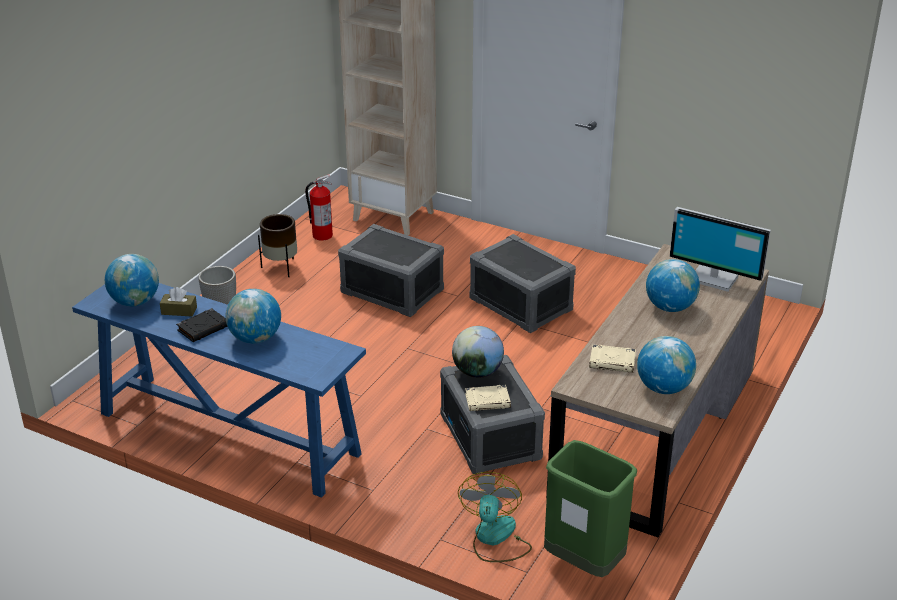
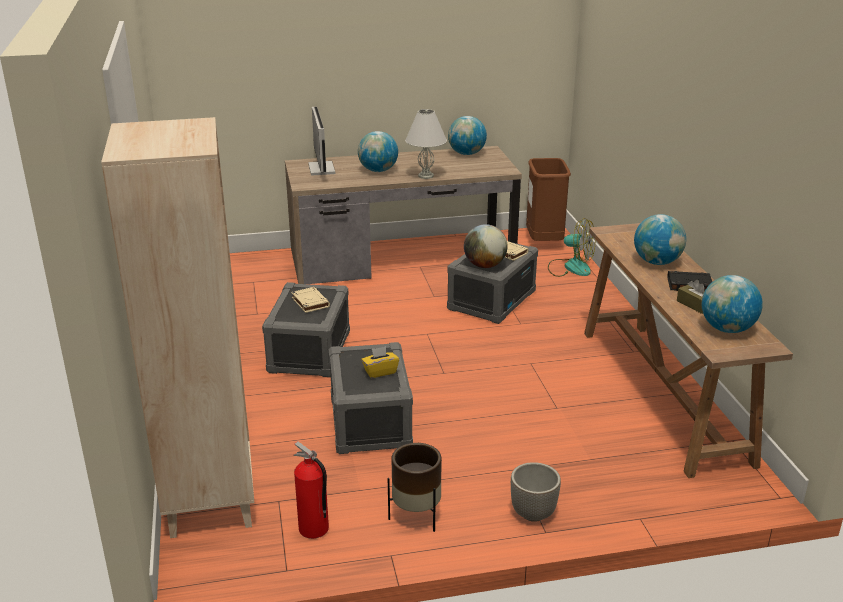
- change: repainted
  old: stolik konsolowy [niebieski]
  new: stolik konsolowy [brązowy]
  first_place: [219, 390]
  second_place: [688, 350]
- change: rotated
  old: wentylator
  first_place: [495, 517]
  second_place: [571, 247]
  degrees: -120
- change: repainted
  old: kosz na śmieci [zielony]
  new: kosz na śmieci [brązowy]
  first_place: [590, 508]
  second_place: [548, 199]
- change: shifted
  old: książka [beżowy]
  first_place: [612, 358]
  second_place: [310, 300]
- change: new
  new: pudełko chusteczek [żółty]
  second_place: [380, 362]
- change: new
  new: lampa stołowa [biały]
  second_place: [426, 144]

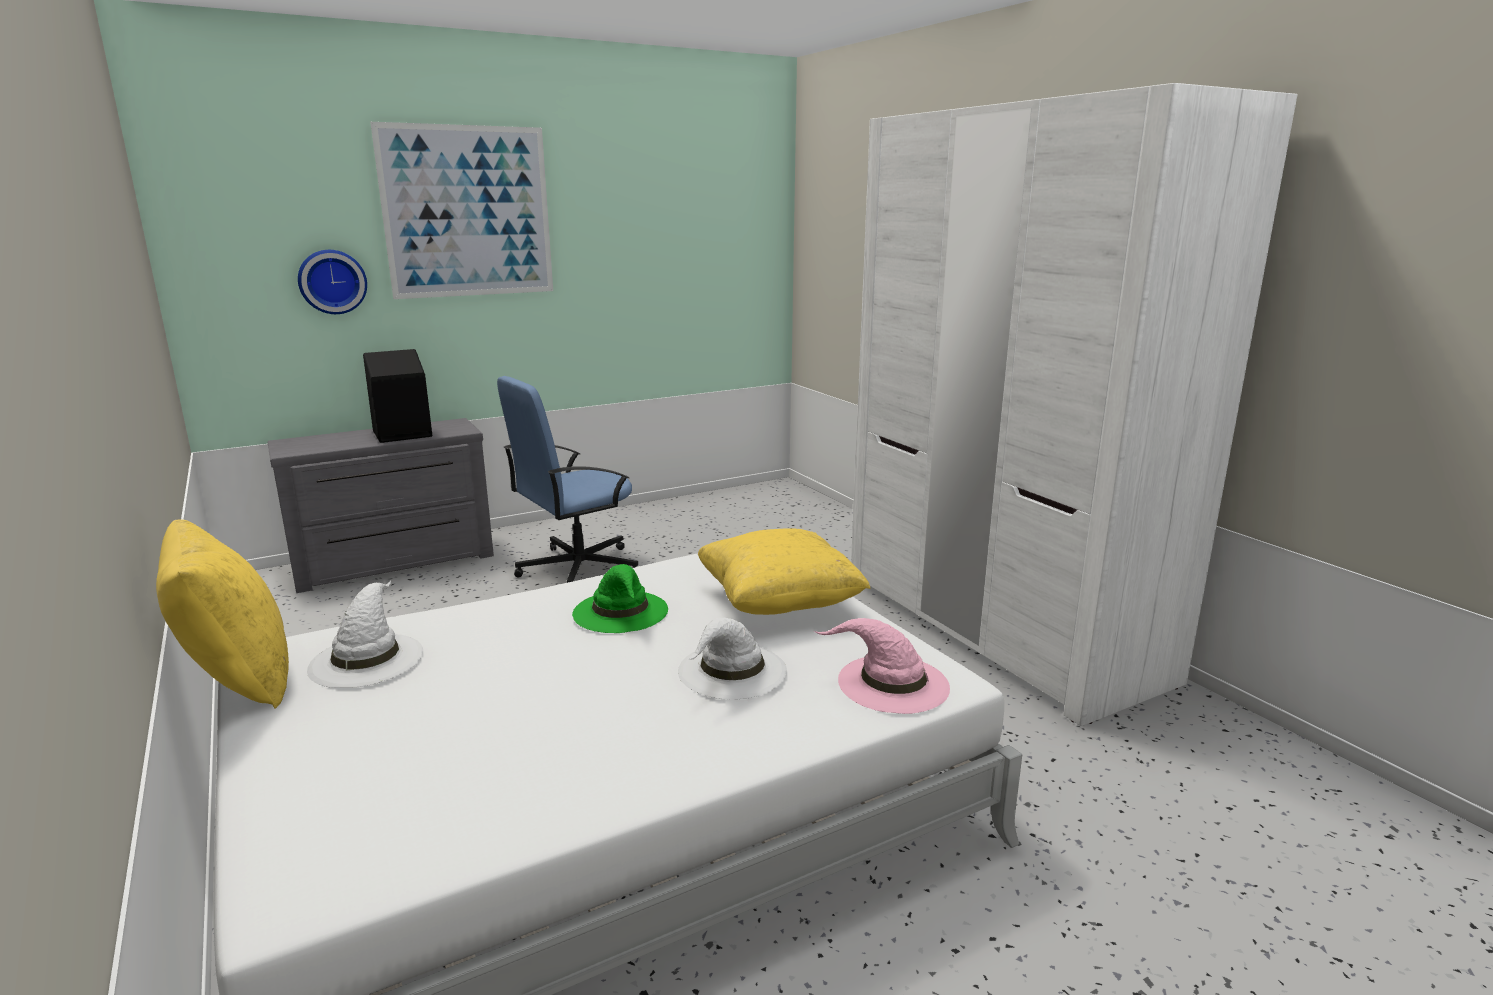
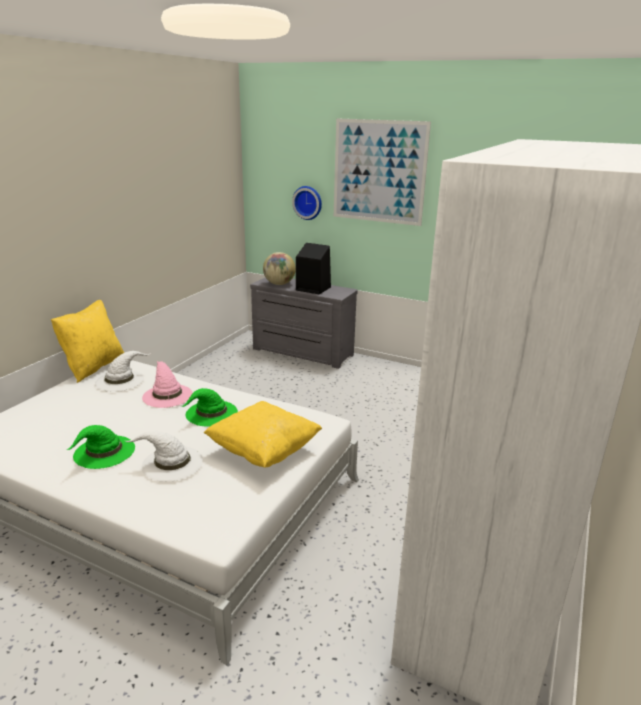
- change: gone
  old: krzesło biurowe [niebieski]
  first_place: [567, 479]
- change: shifted
  old: kapelusz [różowy]
  first_place: [882, 666]
  second_place: [167, 384]
- change: new
  new: kapelusz [zielony]
  second_place: [101, 447]
- change: new
  new: globus
  second_place: [279, 268]

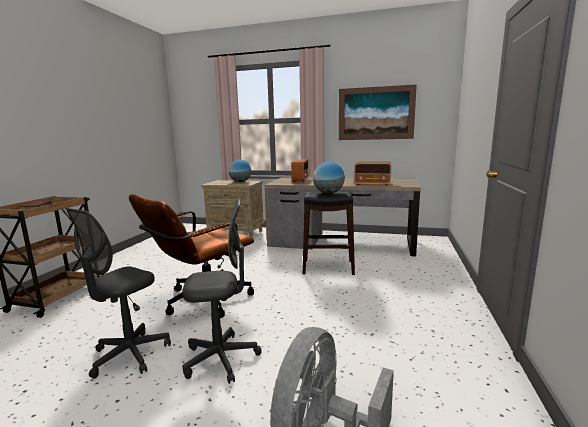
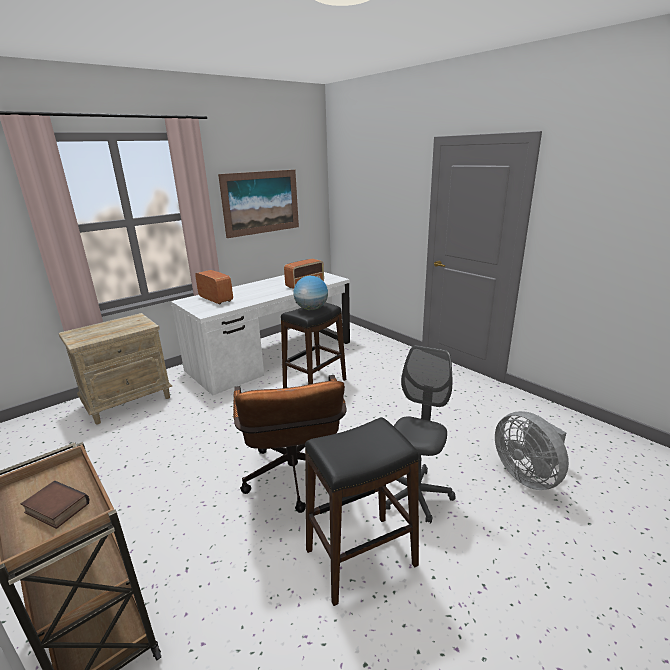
- change: swapped
  old: krzesło biurowe [szary]
  new: stołek [czarny]
  first_place: [118, 293]
  second_place: [362, 512]
- change: gone
  old: globus
  first_place: [239, 170]
- change: repainted
  old: biurko [brązowy]
  new: biurko [biały]
  first_place: [342, 217]
  second_place: [260, 333]

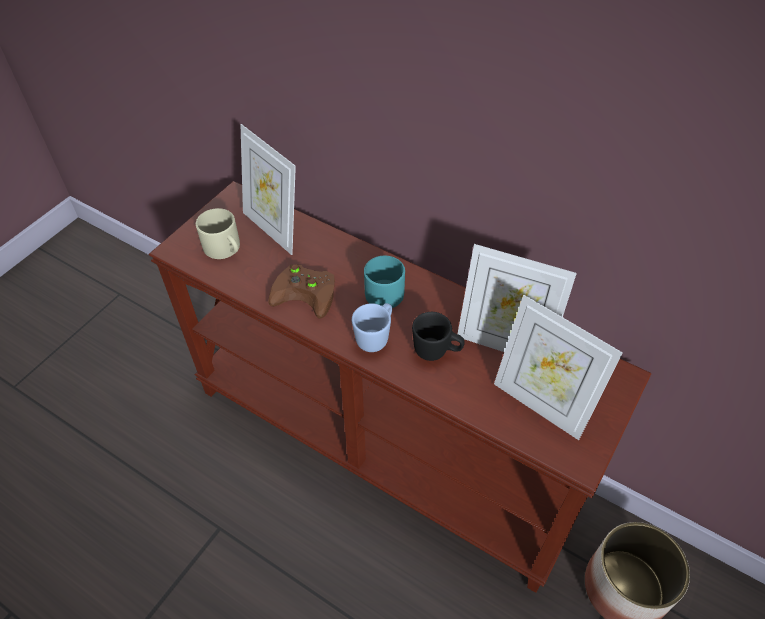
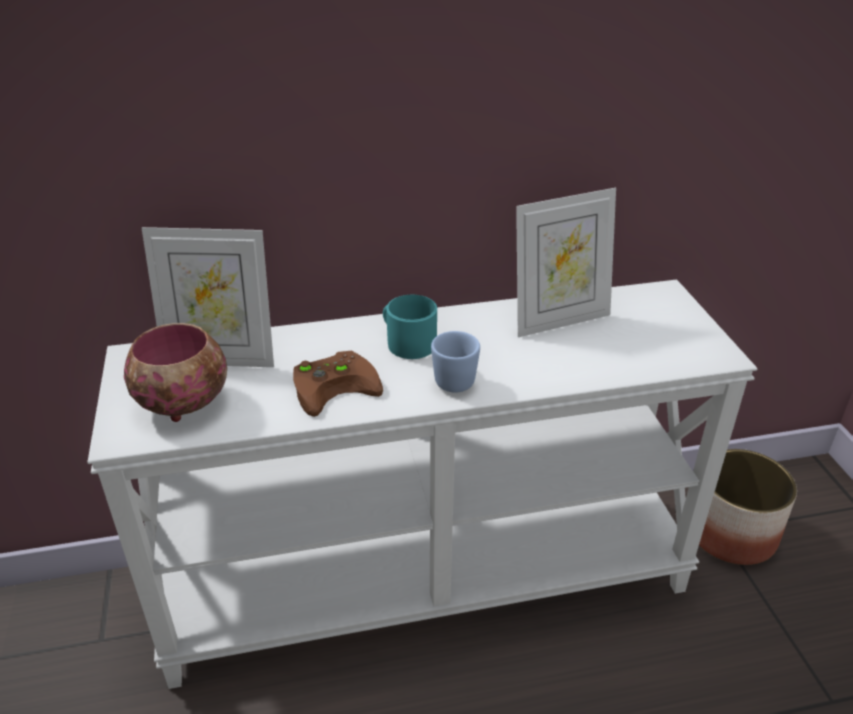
- change: repainted
  old: stolik konsolowy [brązowy]
  new: stolik konsolowy [biały]
  first_place: [400, 387]
  second_place: [422, 484]
- change: swapped
  old: kubek [beżowy]
  new: miska
  first_place: [218, 233]
  second_place: [175, 372]
- change: gone
  old: kubek [czarny]
  first_place: [438, 336]
- change: gone
  old: ramka na zdjęcie
  first_place: [558, 367]

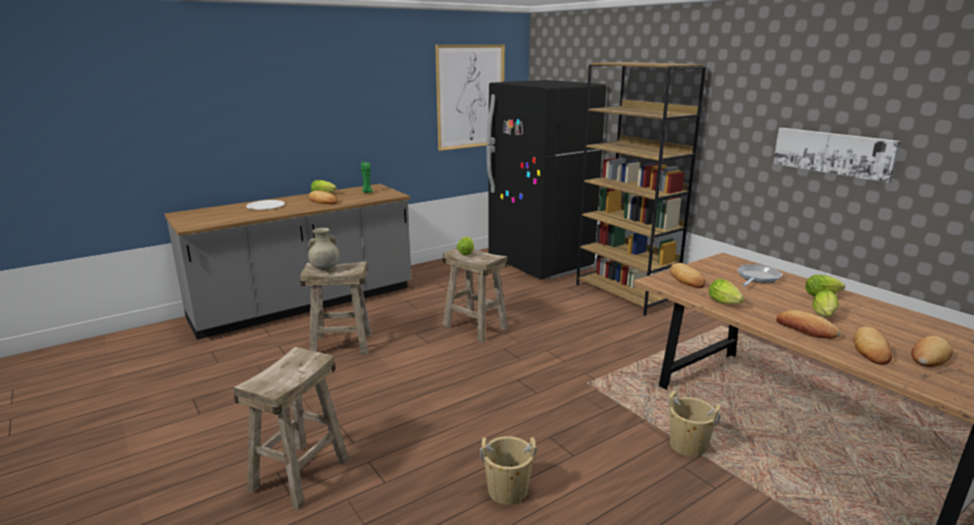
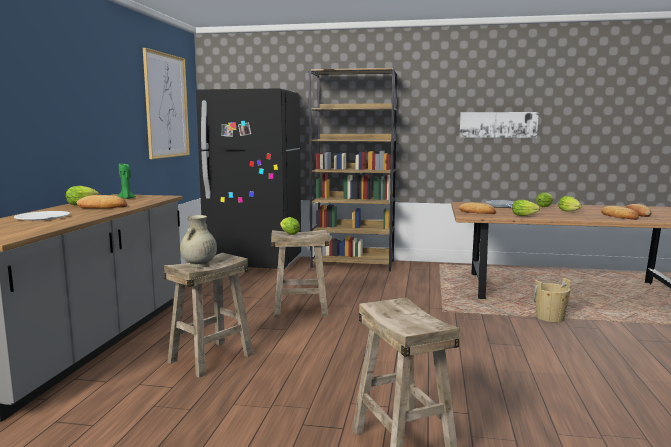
- change: gone
  old: wiadro [beżowy]
  first_place: [508, 470]
- change: gone
  old: chleb
  first_place: [808, 324]

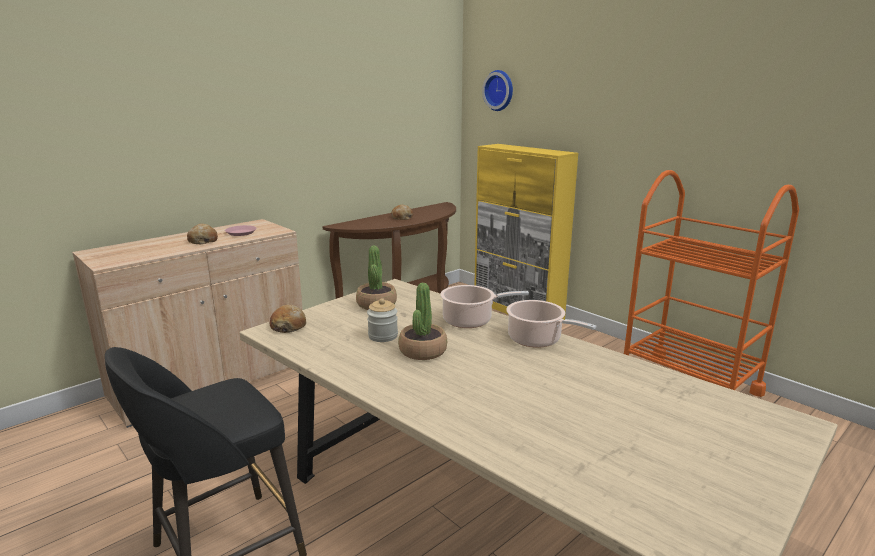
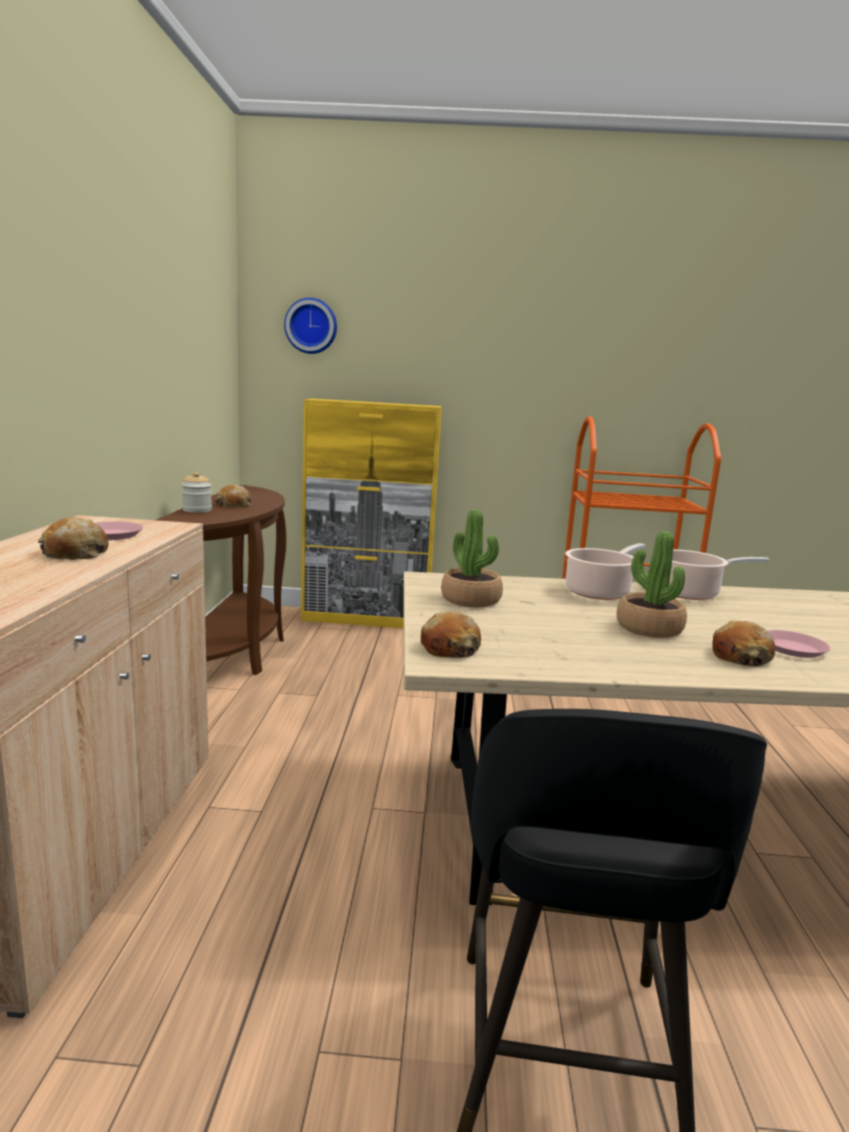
- change: shifted
  old: słoik
  first_place: [382, 320]
  second_place: [197, 492]
- change: new
  new: chleb
  second_place: [743, 644]
- change: new
  new: talerz [różowy]
  second_place: [799, 644]

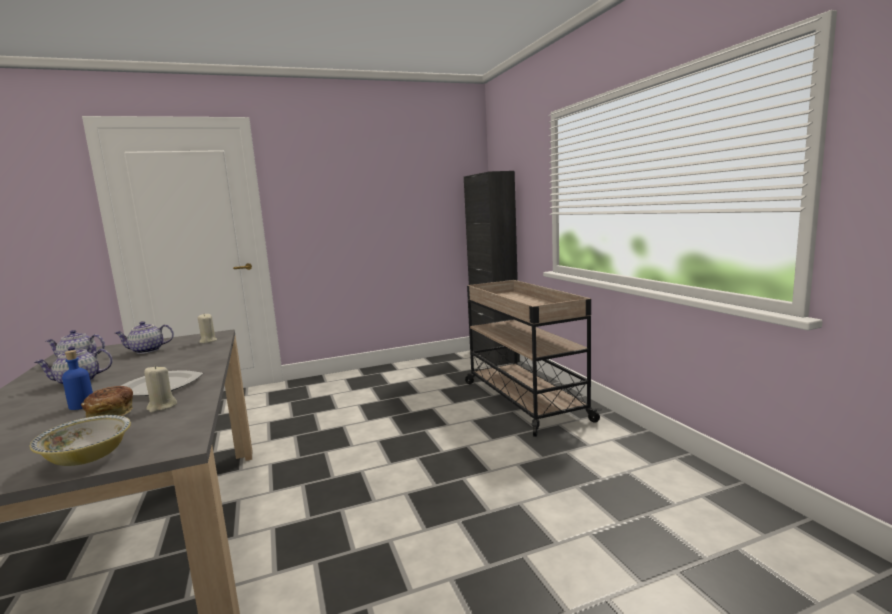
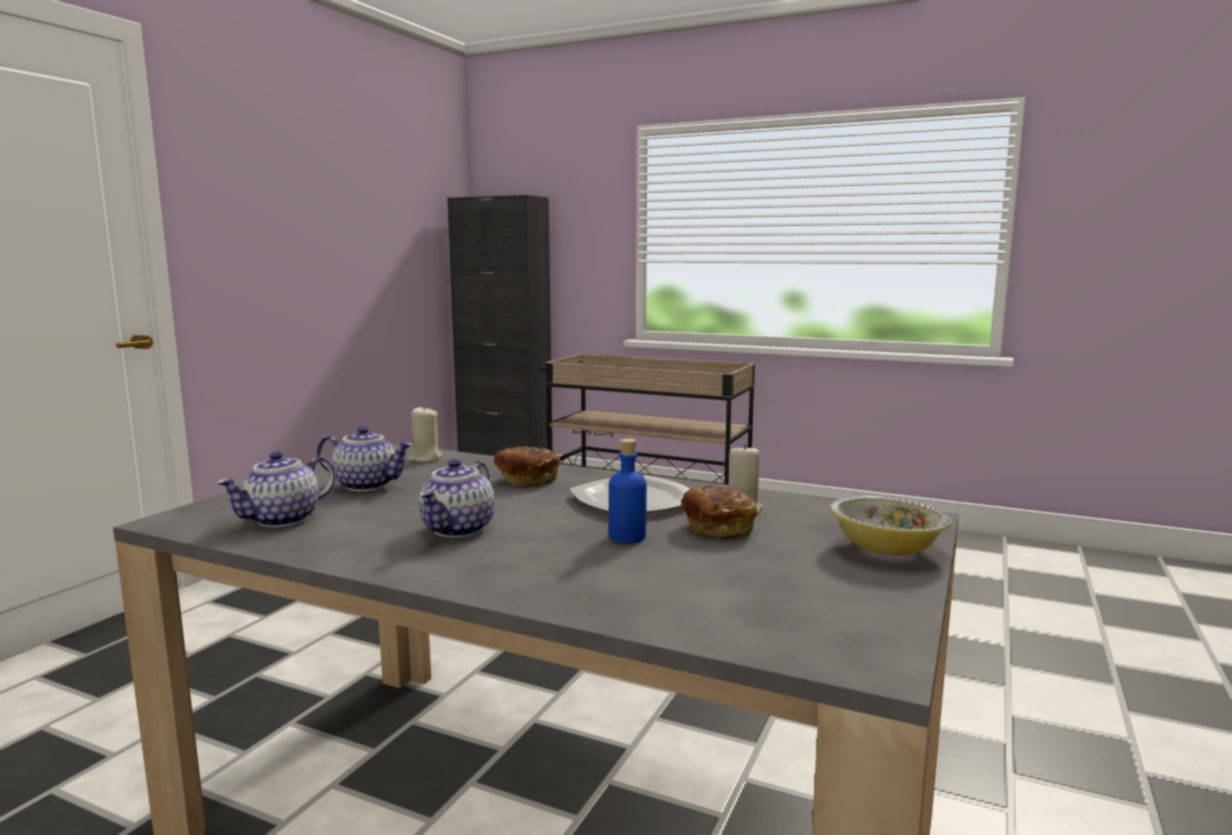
- change: rotated
  old: imbryk
  first_place: [144, 337]
  second_place: [365, 458]
  degrees: -105
- change: new
  new: chleb
  second_place: [527, 466]

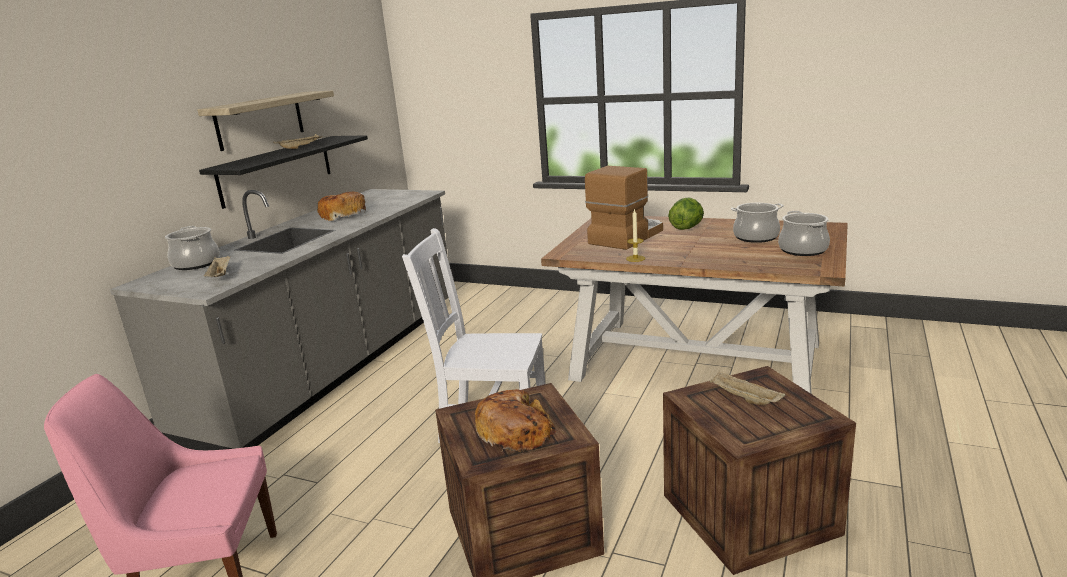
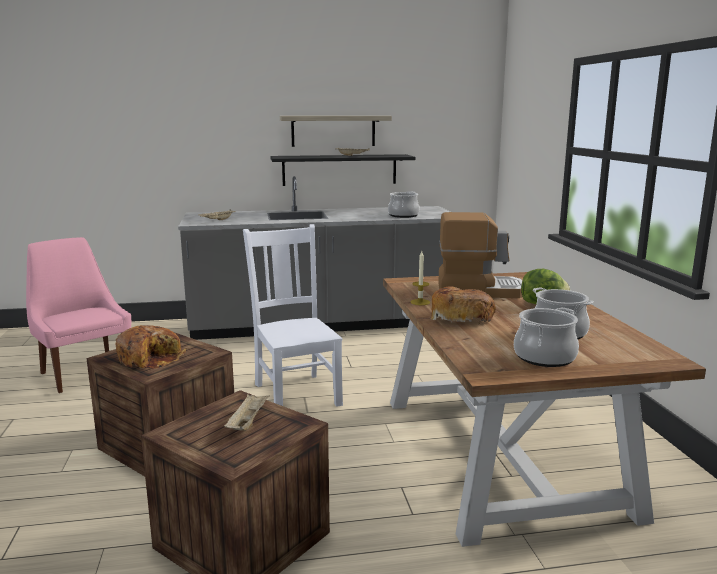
- change: shifted
  old: garnek
  first_place: [192, 248]
  second_place: [404, 204]
- change: shifted
  old: chleb
  first_place: [341, 206]
  second_place: [463, 304]

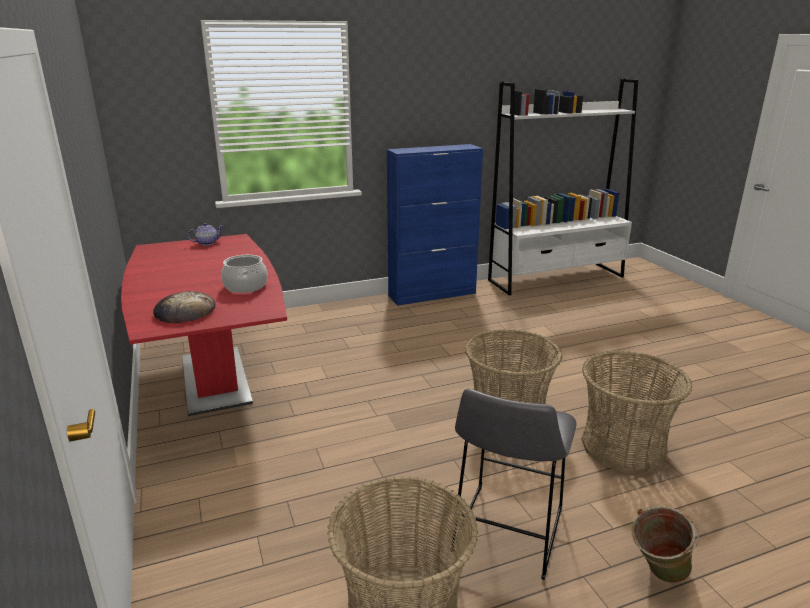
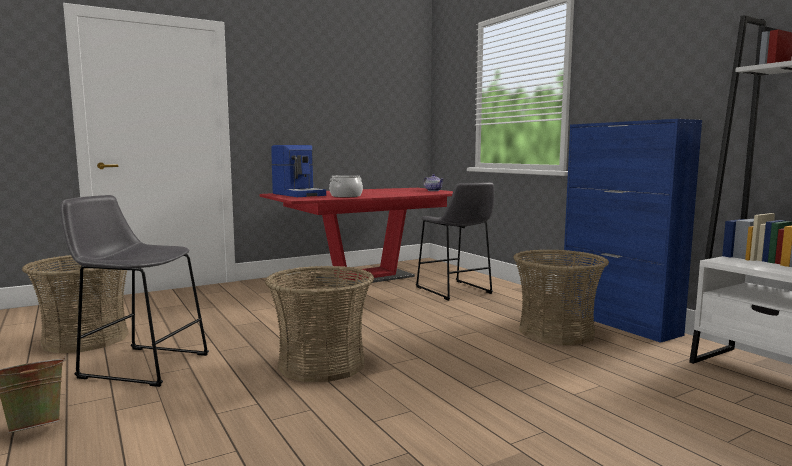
- change: swapped
  old: chleb
  new: ekspres do kawy
  first_place: [184, 307]
  second_place: [298, 171]
- change: shifted
  old: koszyk
  first_place: [637, 412]
  second_place: [561, 297]
- change: new
  new: stołek [szary]
  second_place: [455, 241]

